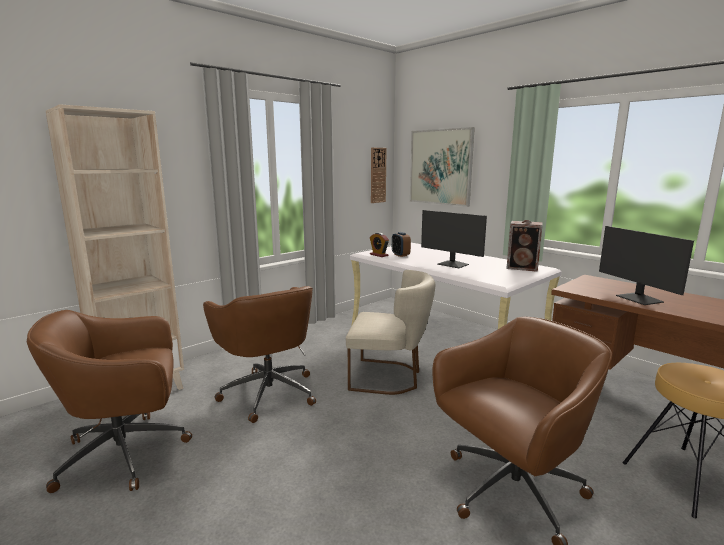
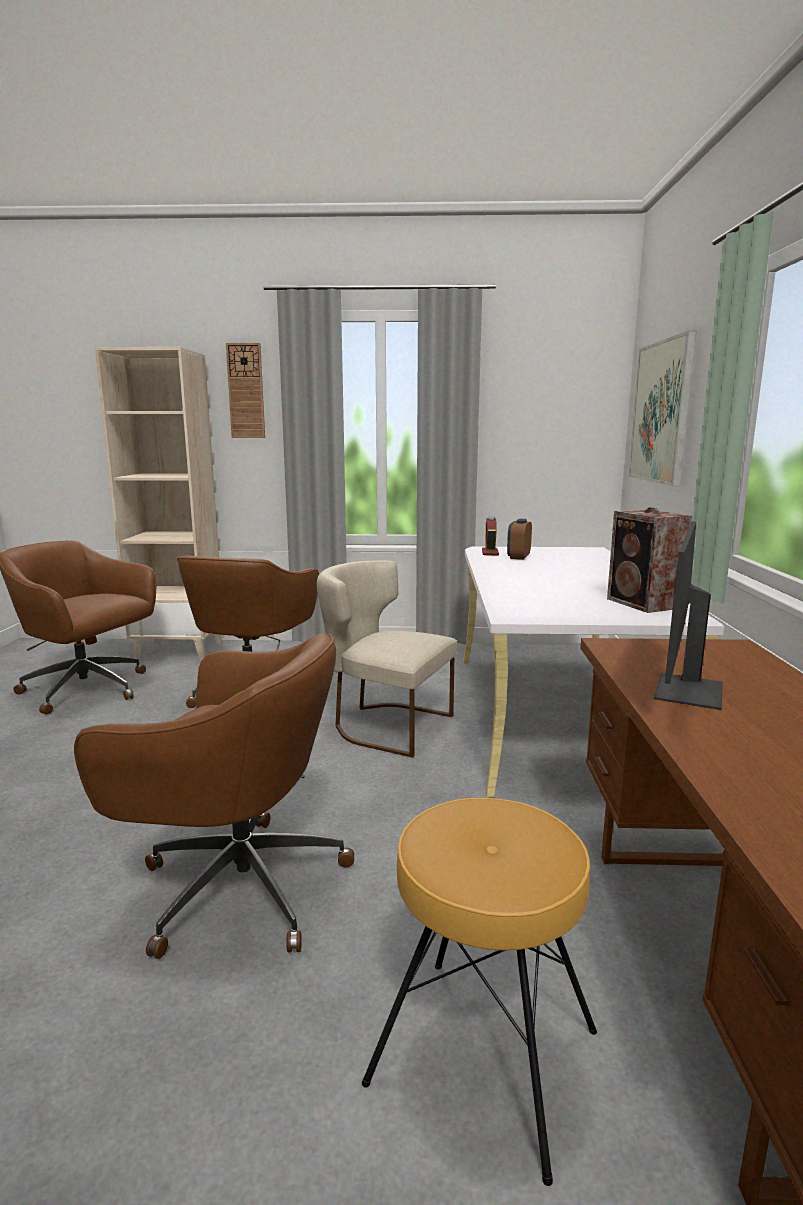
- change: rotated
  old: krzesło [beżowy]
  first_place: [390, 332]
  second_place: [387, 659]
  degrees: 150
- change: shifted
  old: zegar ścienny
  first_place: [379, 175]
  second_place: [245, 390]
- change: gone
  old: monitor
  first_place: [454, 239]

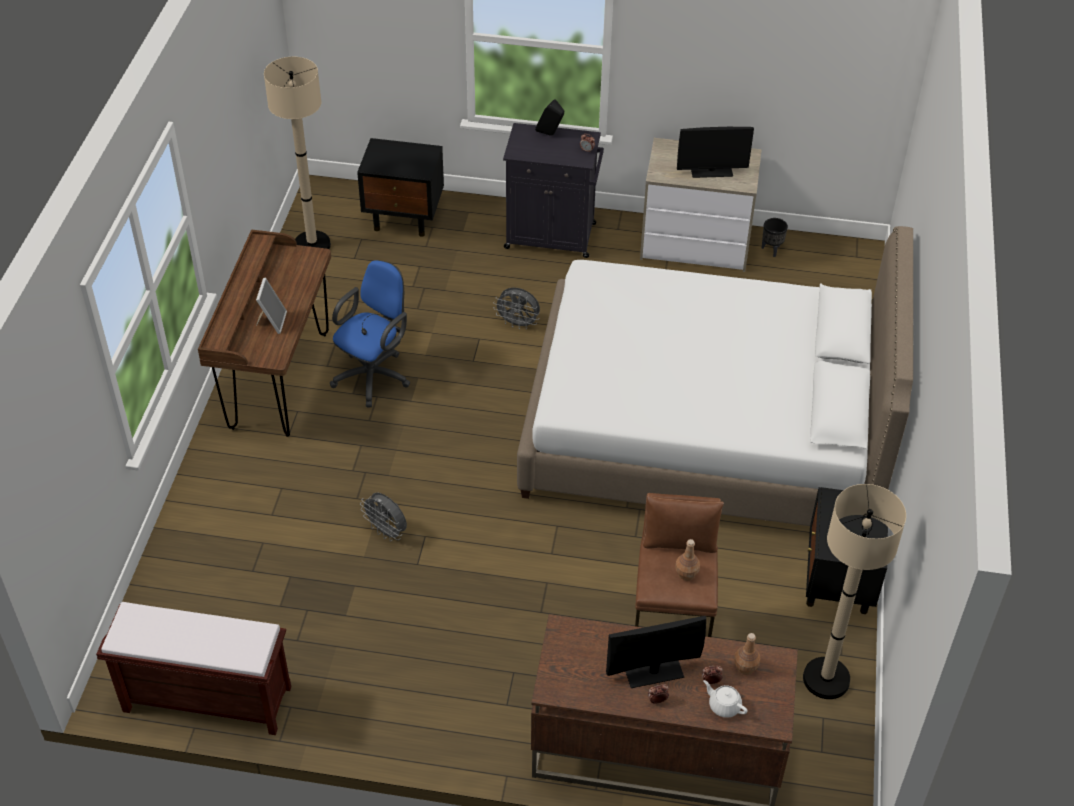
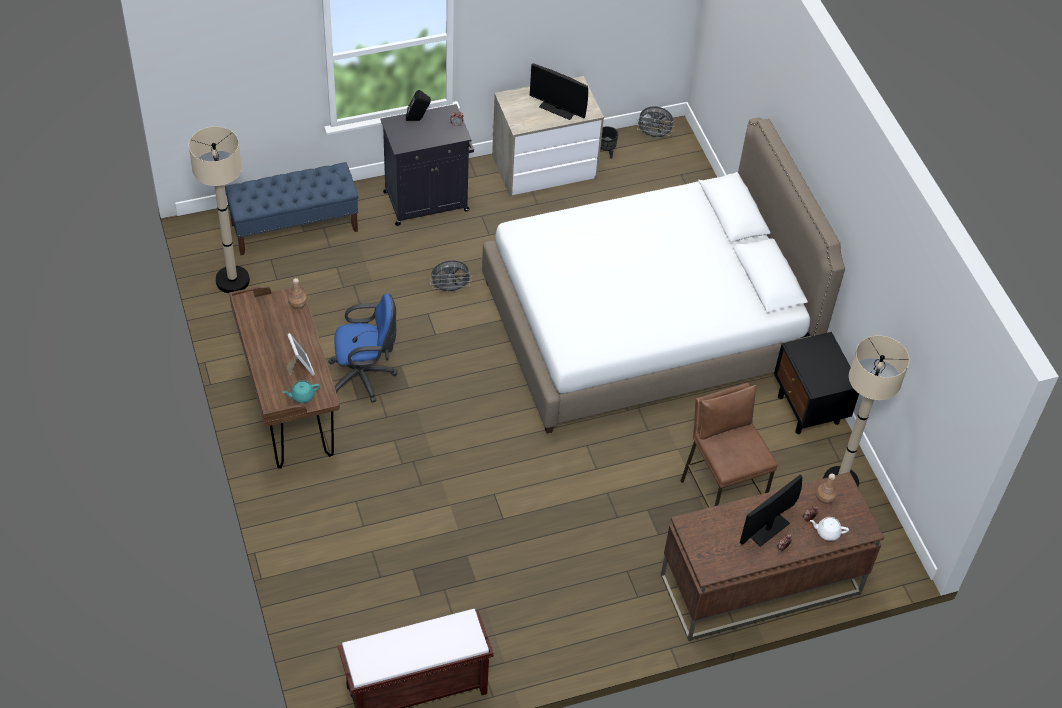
- change: rotated
  old: krzesło biurowe [niebieski]
  first_place: [370, 333]
  second_place: [363, 348]
  degrees: 75
- change: swapped
  old: szafka nocna [czarny]
  new: ławka [niebieski]
  first_place: [400, 187]
  second_place: [292, 208]
- change: shifted
  old: wentylator [szary]
  first_place: [383, 517]
  second_place: [655, 122]
- change: shifted
  old: butelka [brązowy]
  first_place: [687, 560]
  second_place: [297, 294]
- change: rotated
  old: monitor
  first_place: [715, 152]
  second_place: [559, 91]
  degrees: 60
- change: new
  new: imbryk [turkusowy]
  second_place: [301, 391]

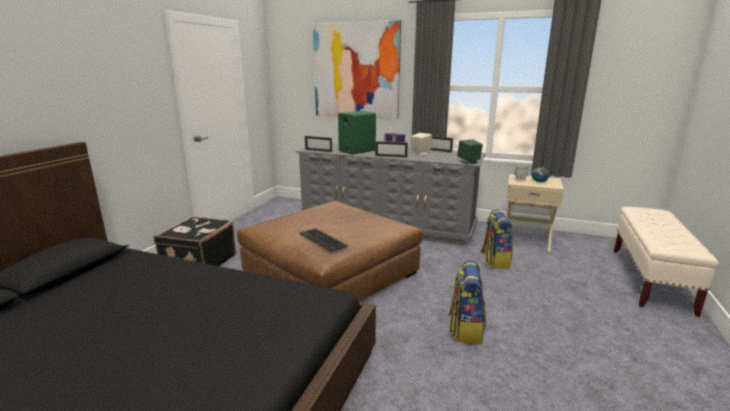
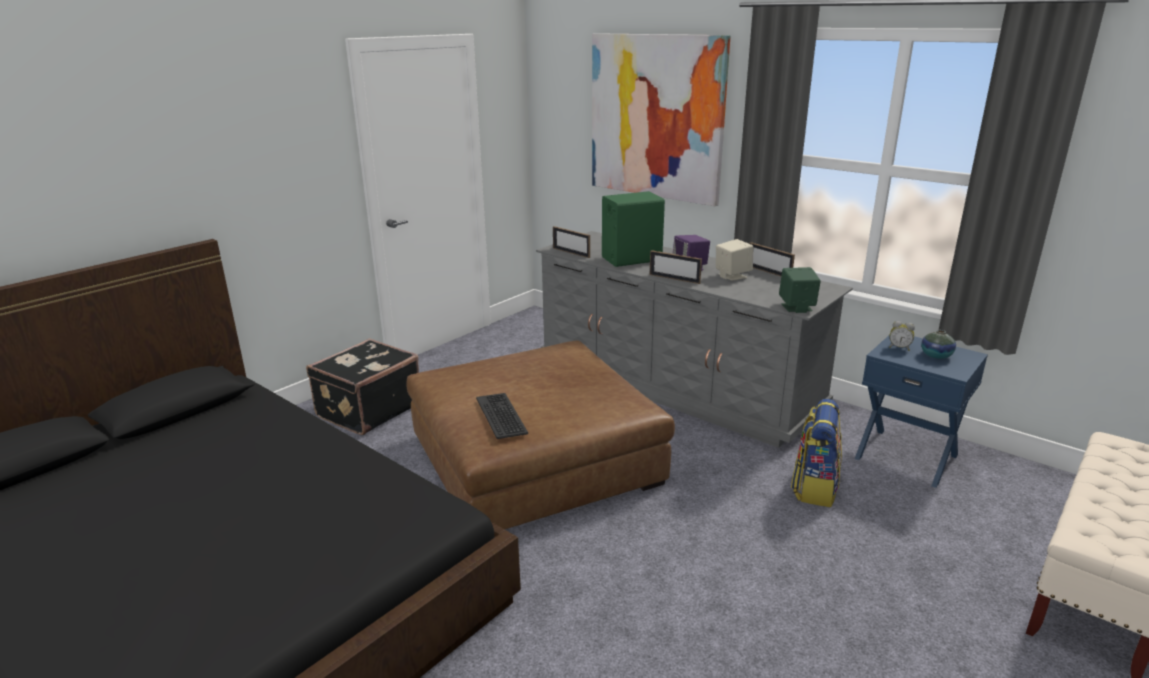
- change: gone
  old: plecak
  first_place: [467, 302]
- change: repainted
  old: szafka nocna [beżowy]
  new: szafka nocna [niebieski]
  first_place: [535, 213]
  second_place: [921, 411]

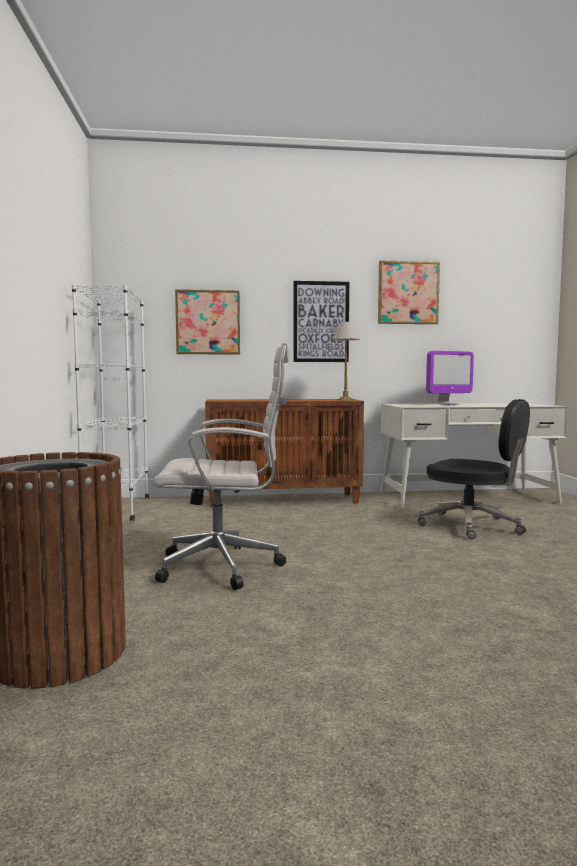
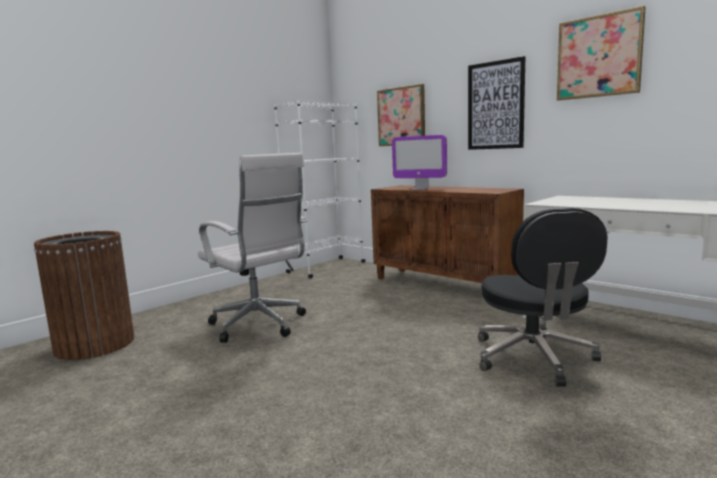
- change: gone
  old: lampa stołowa
  first_place: [346, 361]
- change: shifted
  old: monitor
  first_place: [450, 378]
  second_place: [419, 162]

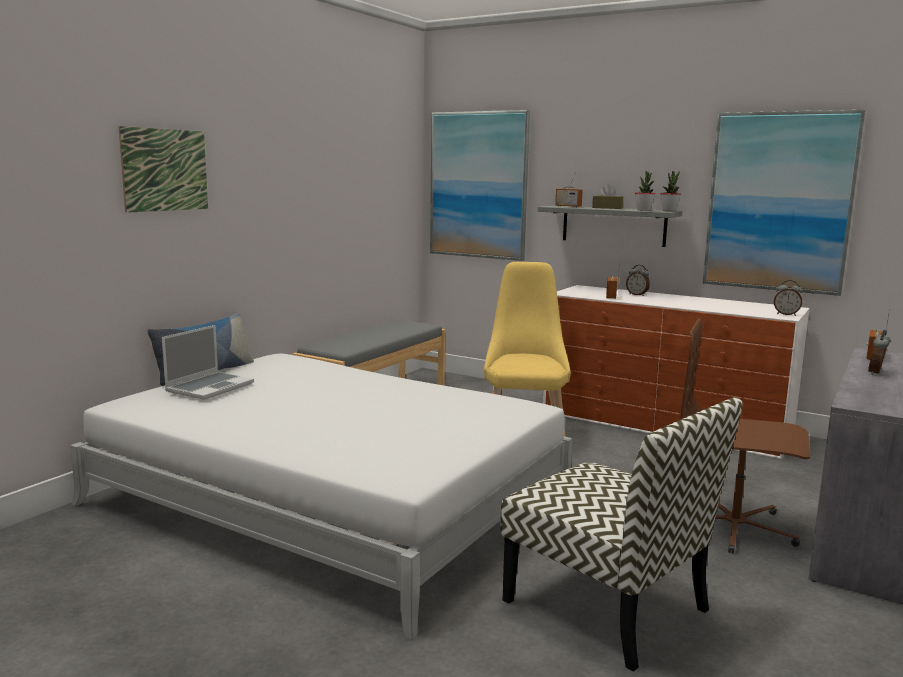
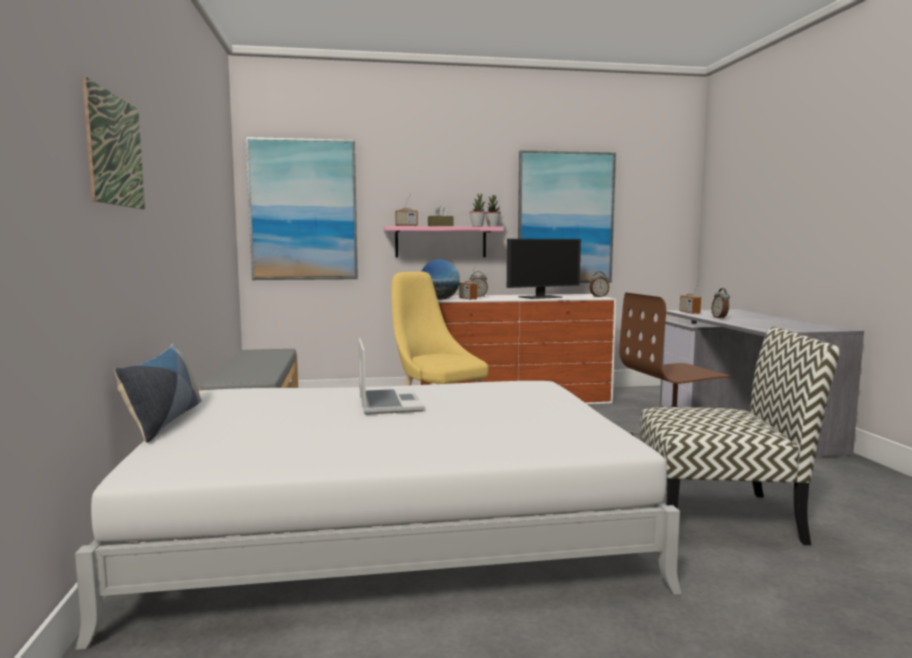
- change: shifted
  old: laptop
  first_place: [208, 362]
  second_place: [391, 376]
- change: repainted
  old: półka [szary]
  new: półka [różowy]
  first_place: [610, 226]
  second_place: [444, 242]
- change: new
  new: globus
  second_place: [440, 279]
- change: new
  new: monitor
  second_place: [544, 269]

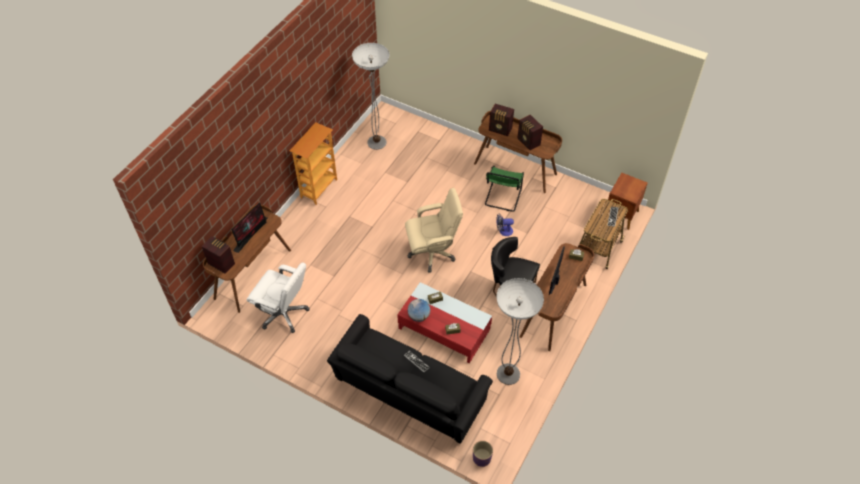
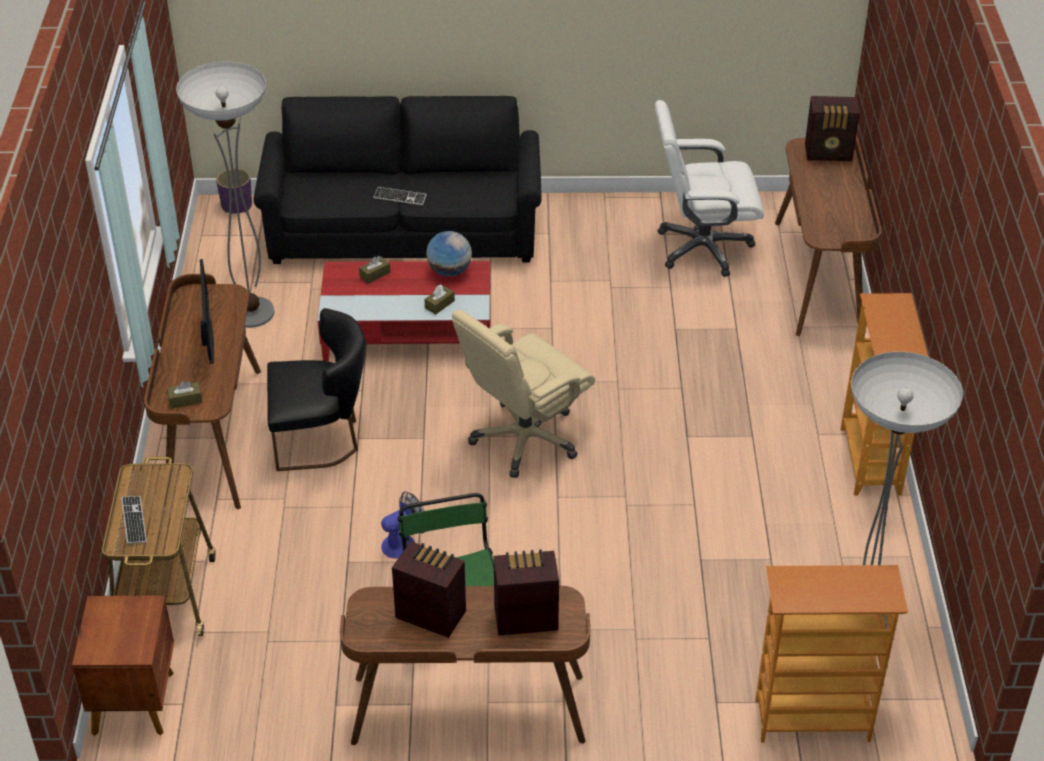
- change: gone
  old: monitor
  first_place: [249, 227]
- change: new
  new: regał
  second_place: [831, 654]

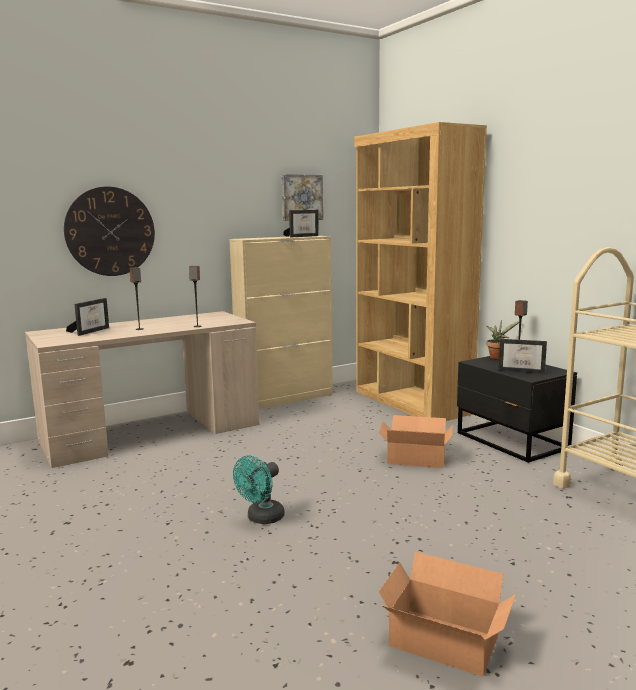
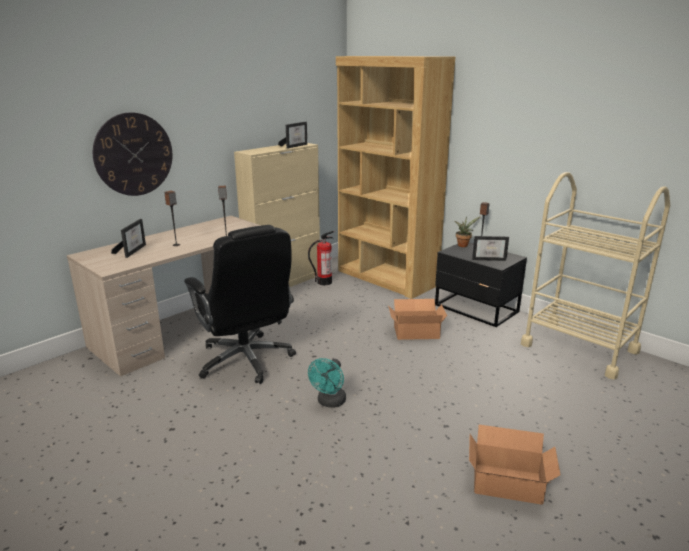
- change: gone
  old: obraz
  first_place: [302, 197]
- change: new
  new: krzesło biurowe [czarny]
  second_place: [240, 304]
- change: new
  new: gaśnica
  second_place: [321, 258]

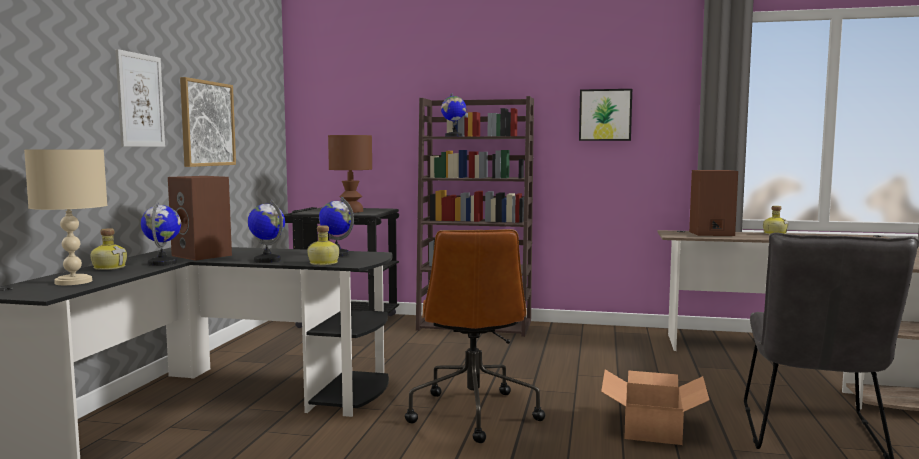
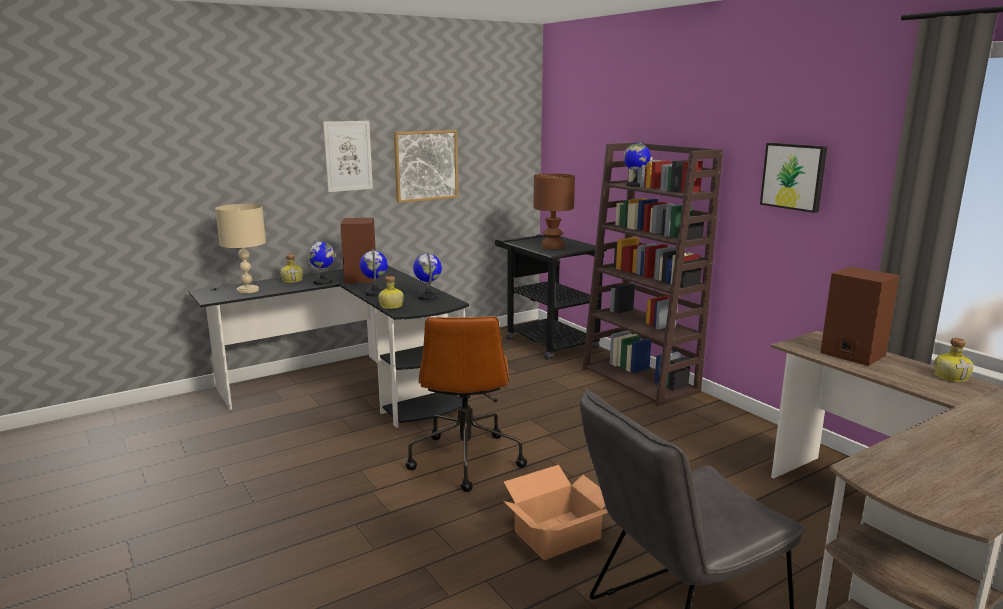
- change: rotated
  old: krzesło biurowe [brązowy]
  first_place: [475, 336]
  second_place: [466, 404]
  degrees: -45

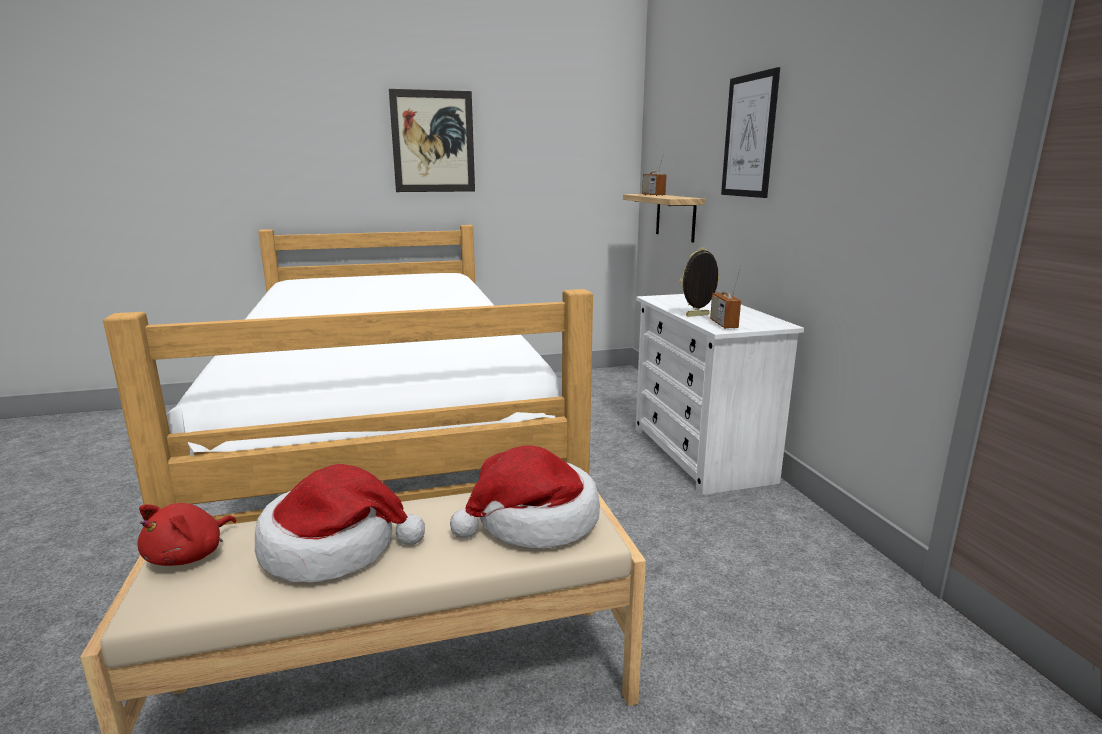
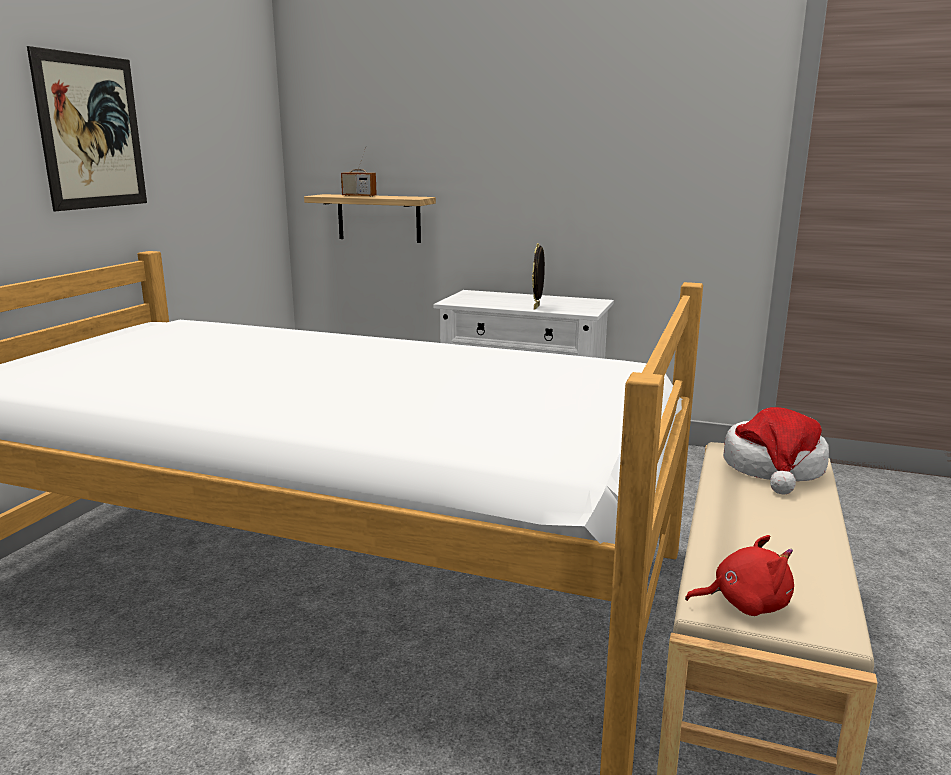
- change: rotated
  old: pluszak [czerwony]
  first_place: [186, 534]
  second_place: [739, 575]
  degrees: -60
- change: gone
  old: kapelusz
  first_place: [340, 523]
- change: gone
  old: radio
  first_place: [725, 297]
- change: gone
  old: obraz
  first_place: [750, 132]

